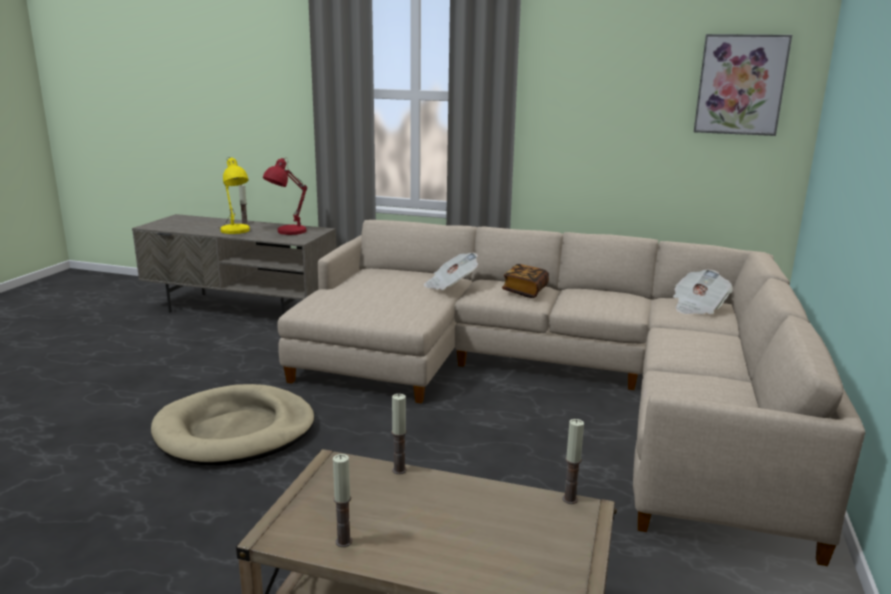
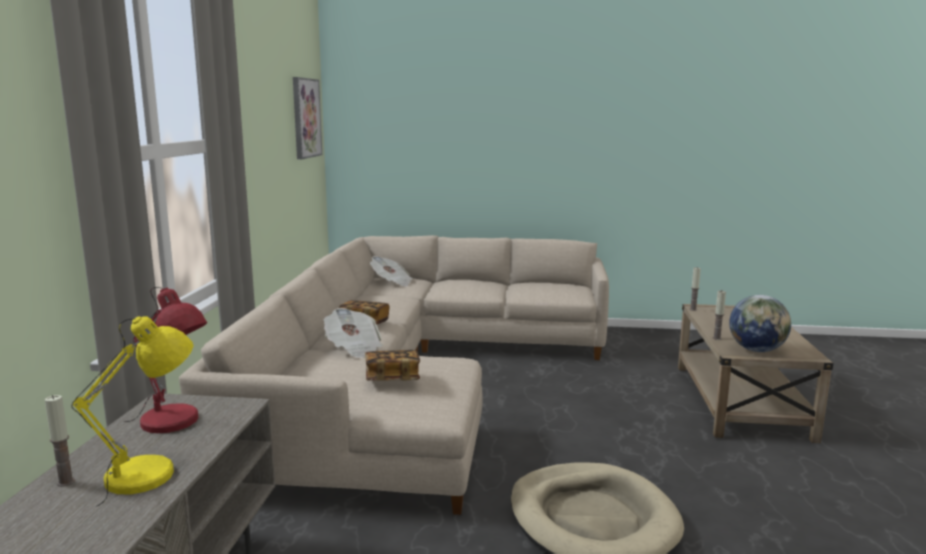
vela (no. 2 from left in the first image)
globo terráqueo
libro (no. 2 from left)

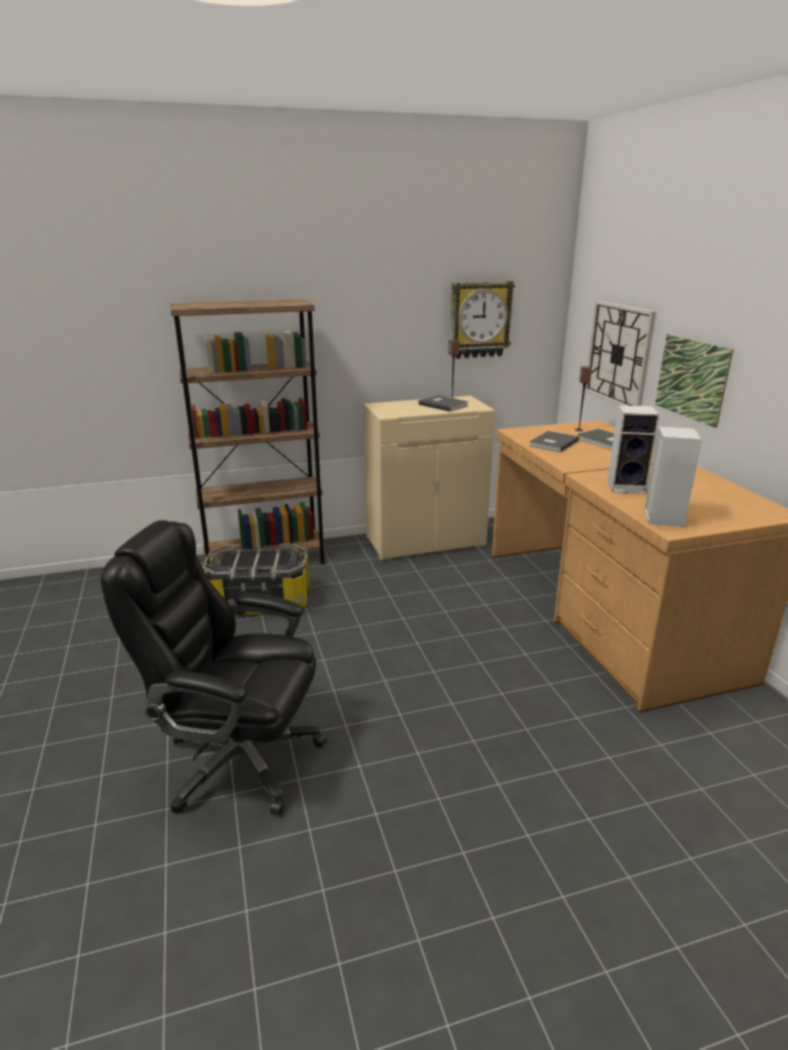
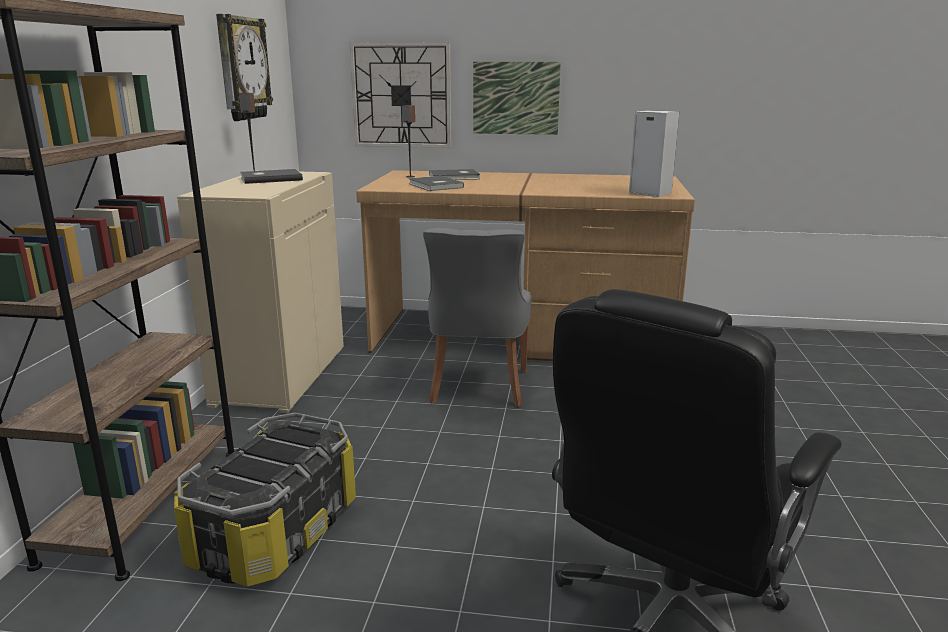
altavoz (no. 3 from left in the first image)
silla [gris]

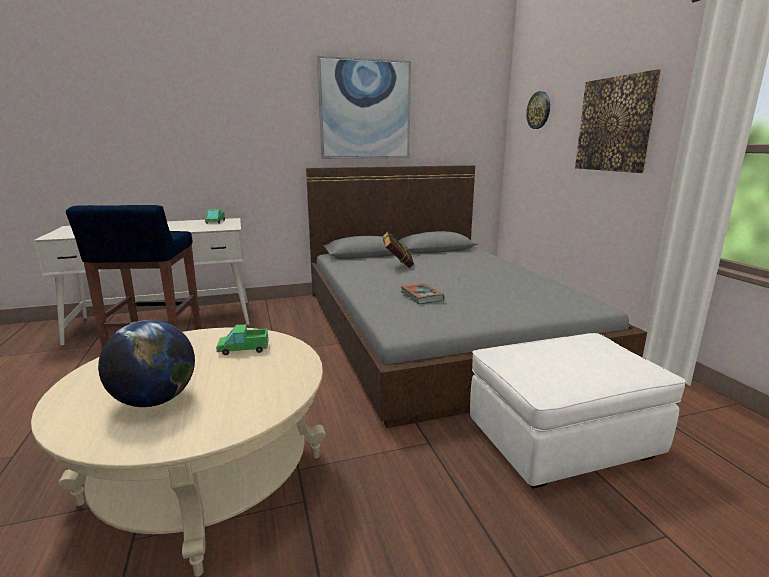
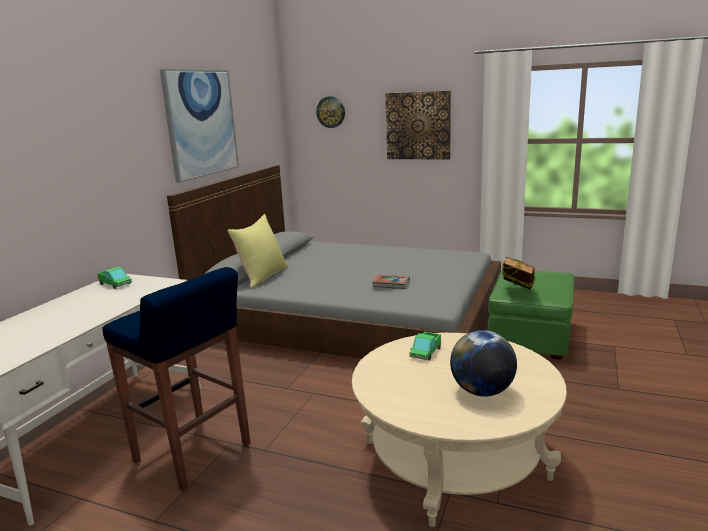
libro (no. 2 from left)
puf [verde]
cojín [amarillo]

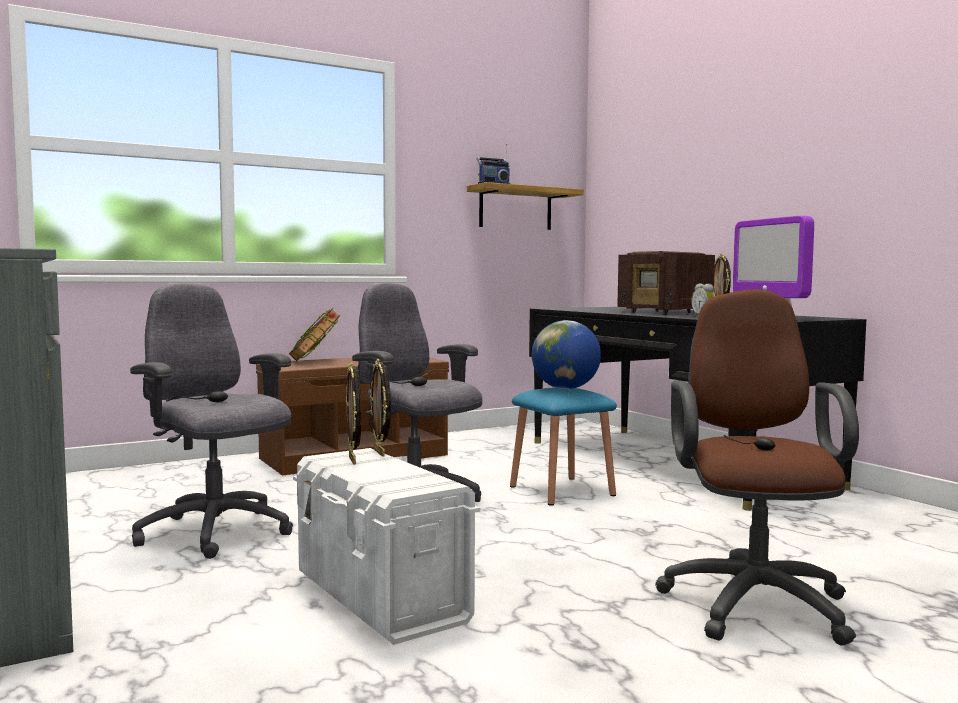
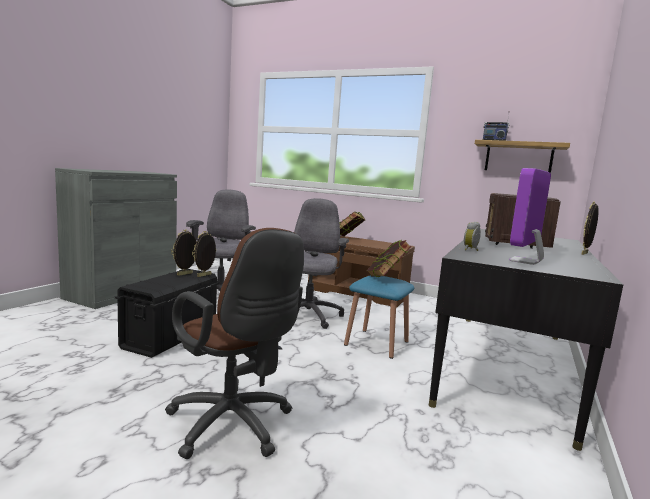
silla de oficina [marrón]
libro (no. 2 from left)
caja de almacenaje [negro]

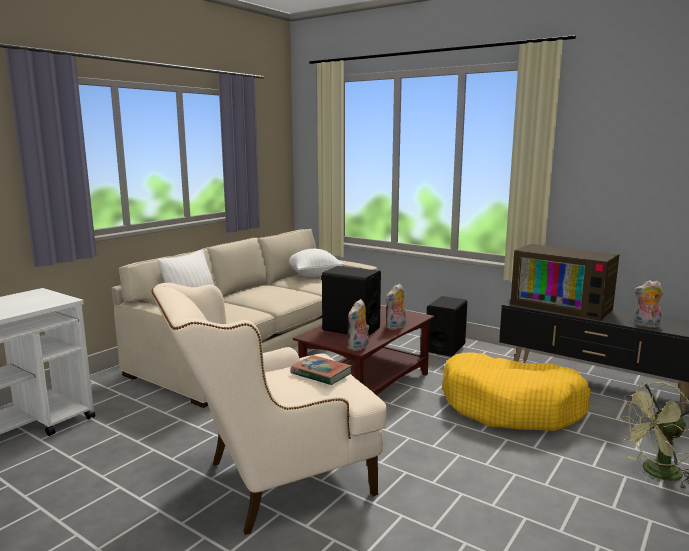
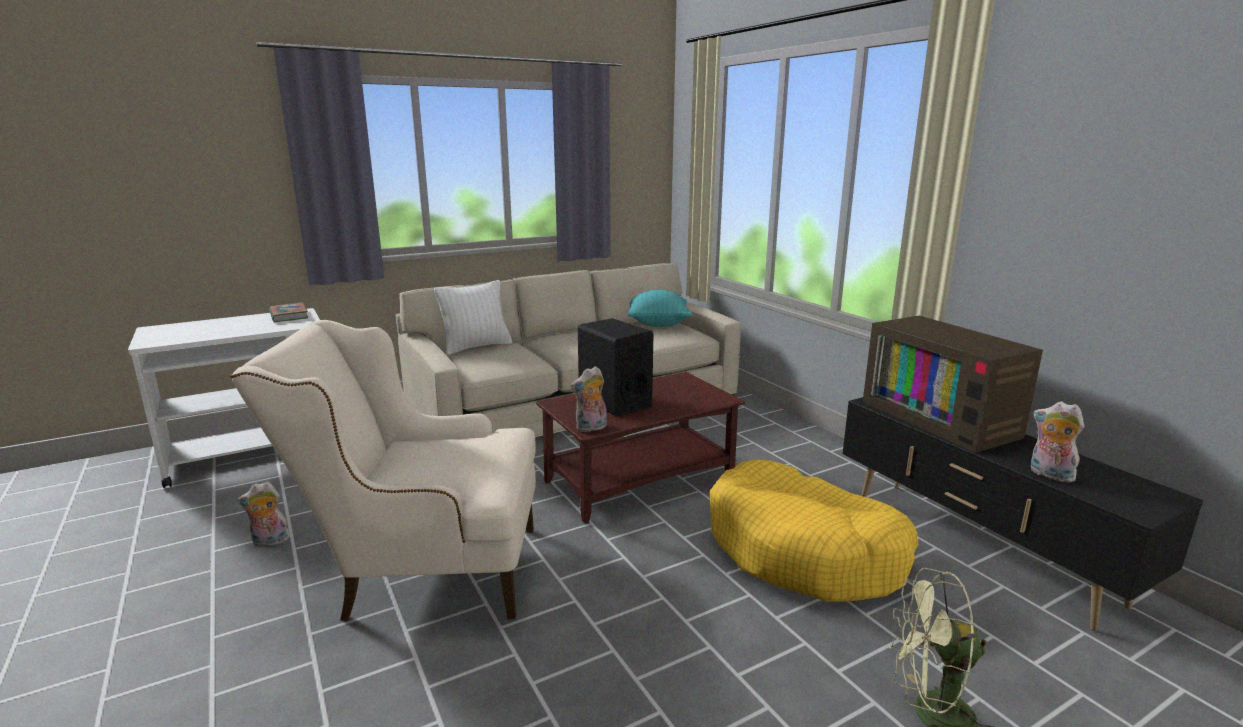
cojín [turquesa]
peluche (no. 1 from left)
altavoz [negro] (no. 2 from left in the first image)
libro

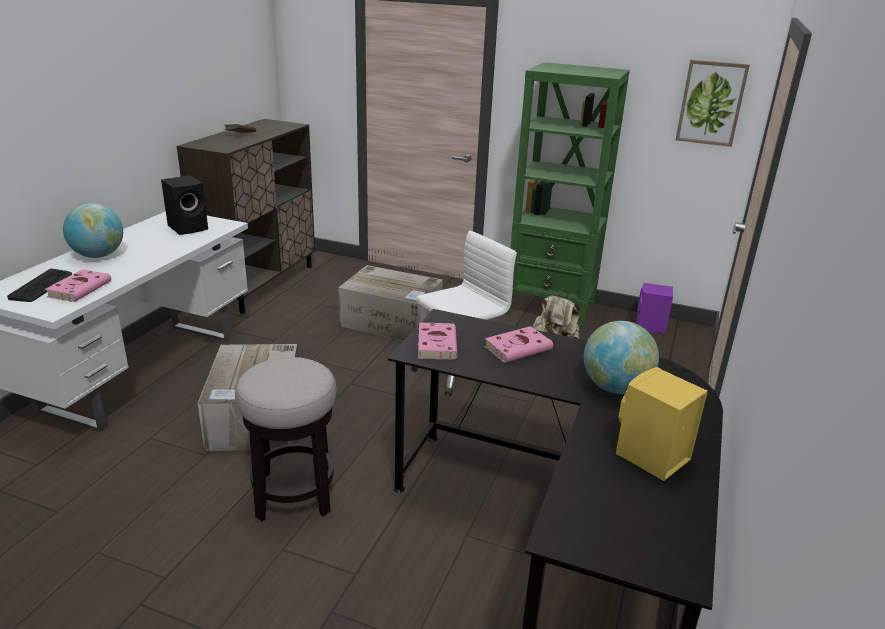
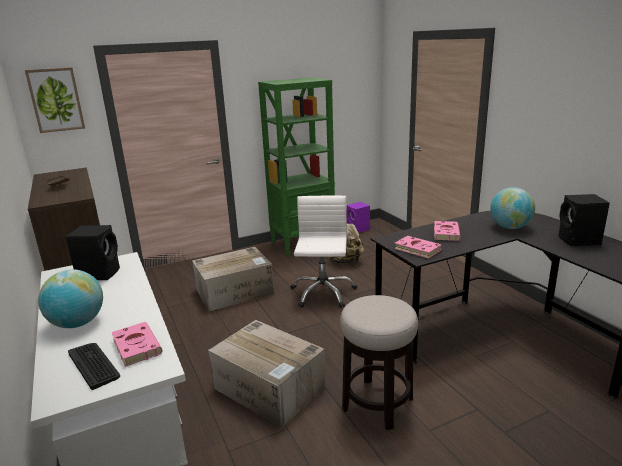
cuadro
altavoz [negro] (no. 2 from left)

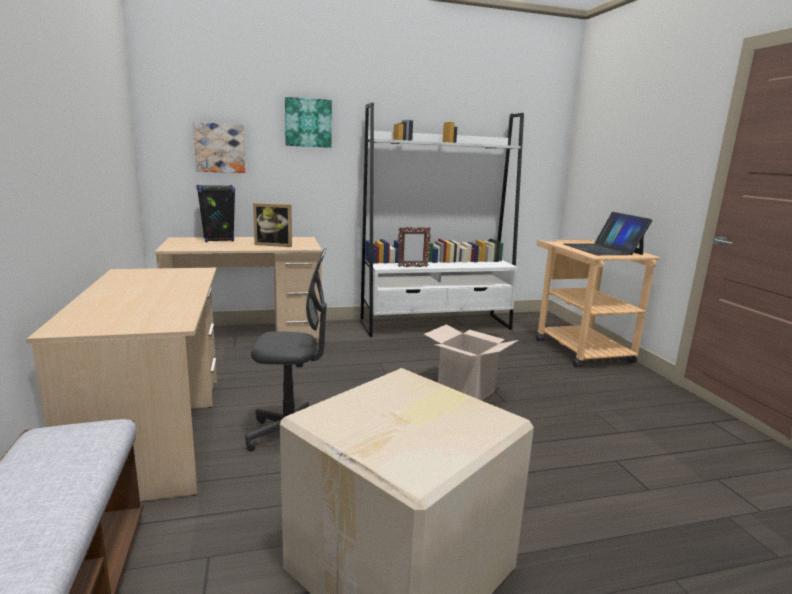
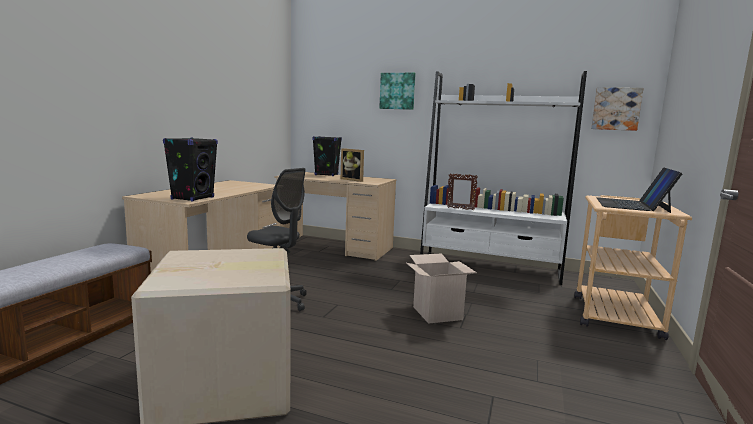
cuadro (no. 2 from left)
altavoz [negro] (no. 1 from left)

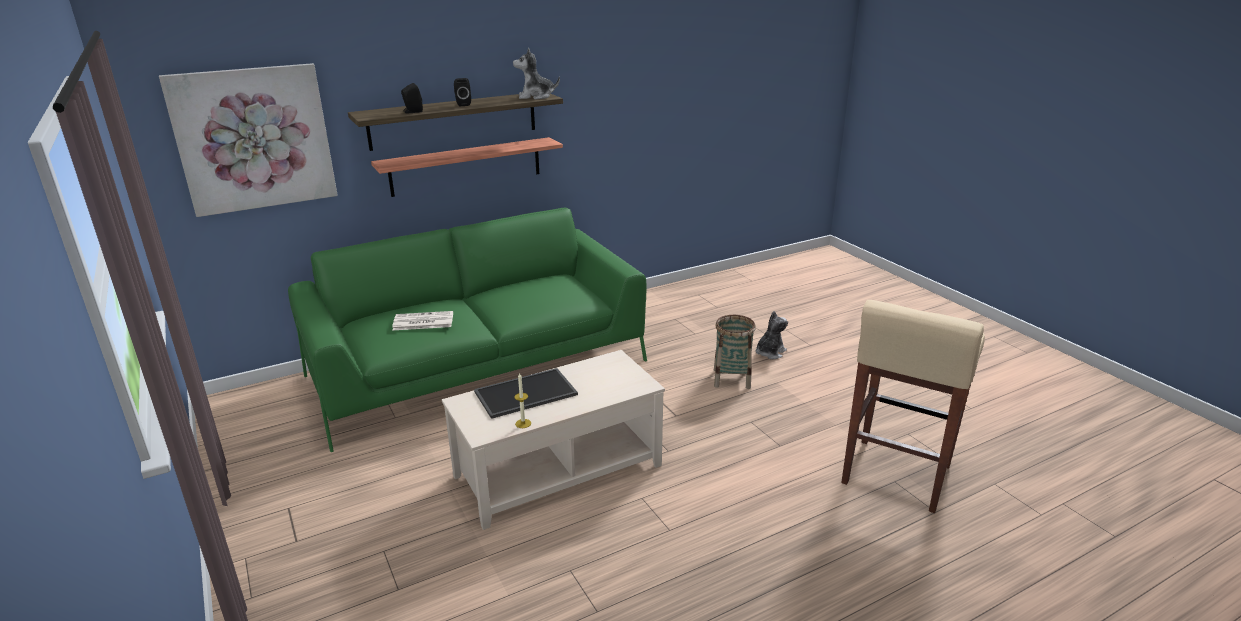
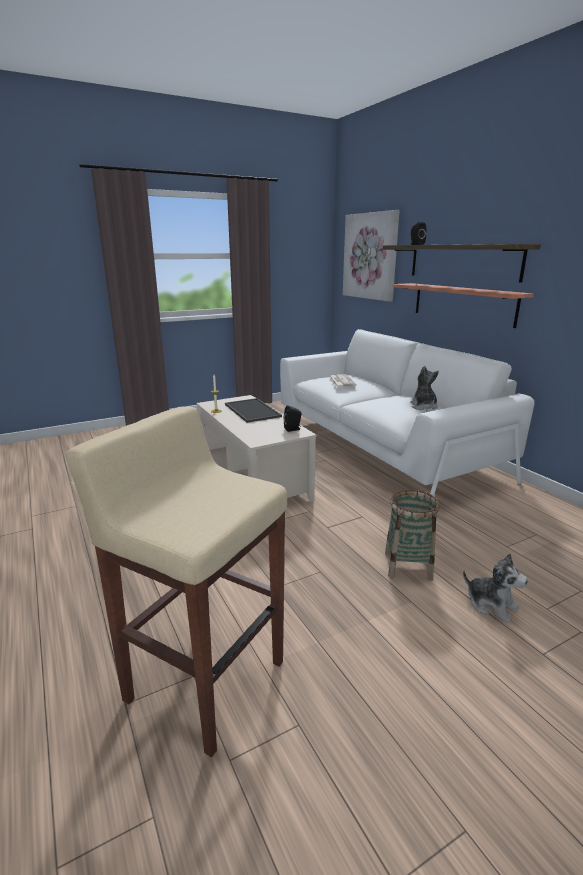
peluche (no. 1 from left)
altavoz [negro] (no. 1 from left)
sofá [blanco]

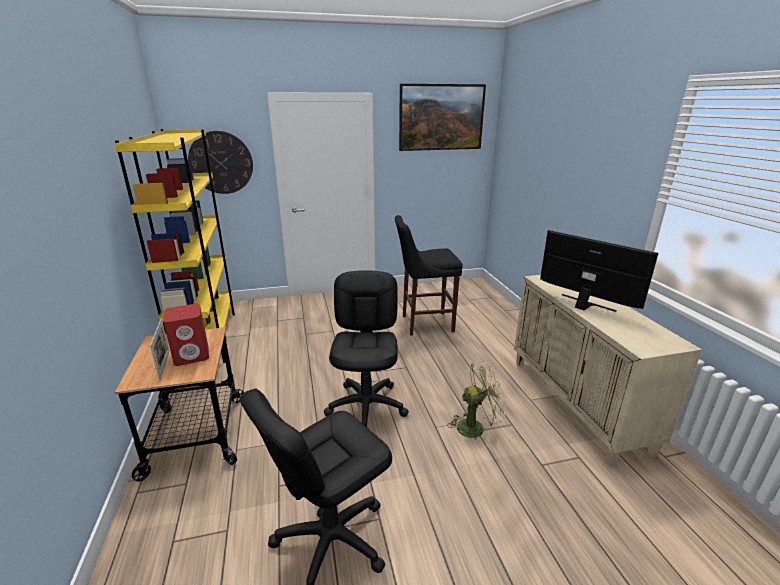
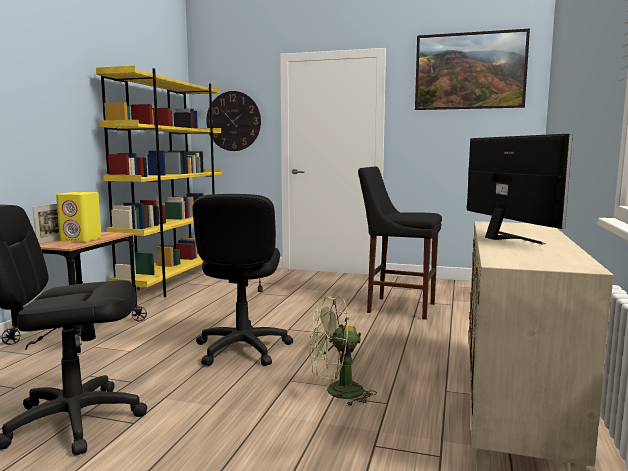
silla de oficina [negro] (no. 2 from left)
altavoz [amarillo]
ventilador [verde]

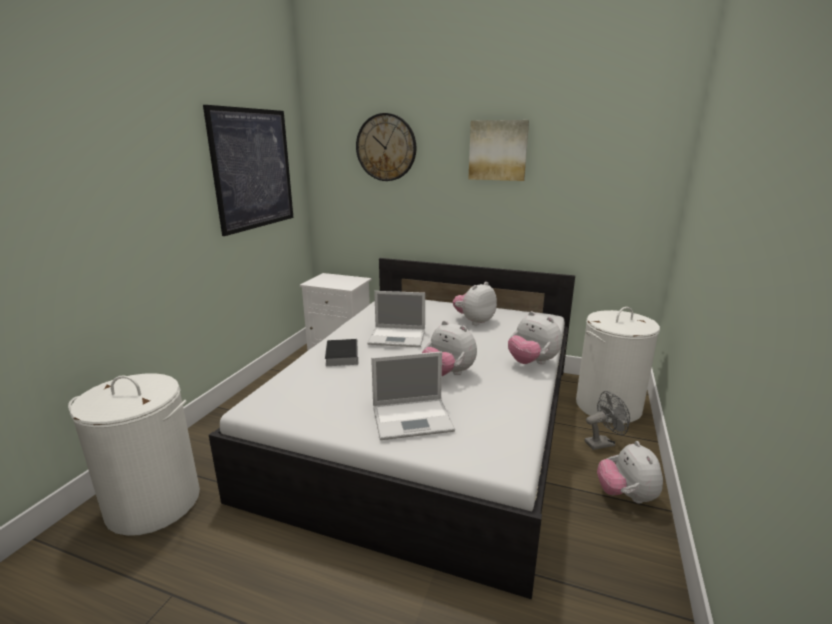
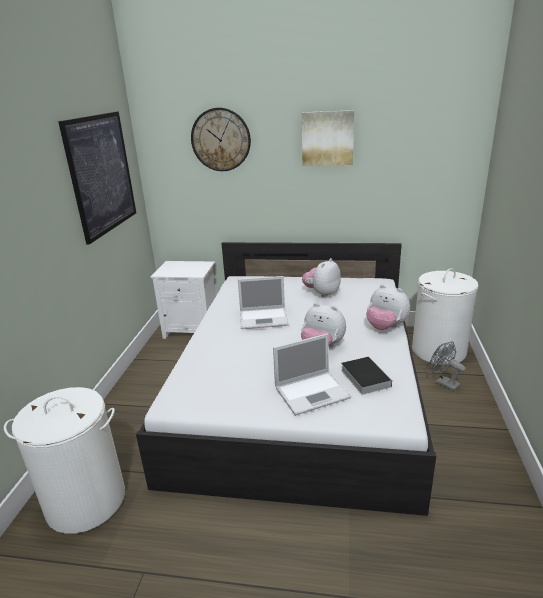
libro
ventilador [gris]
peluche (no. 4 from left in the first image)

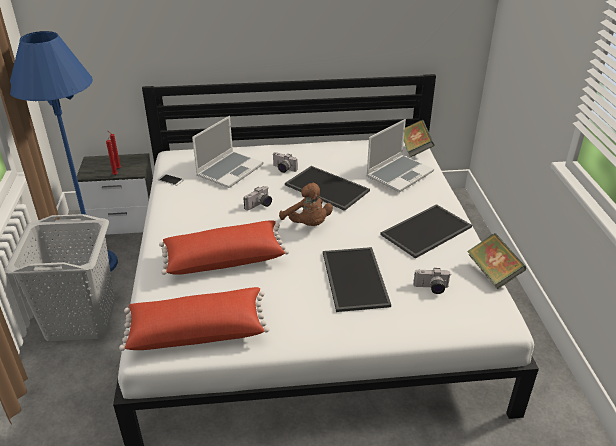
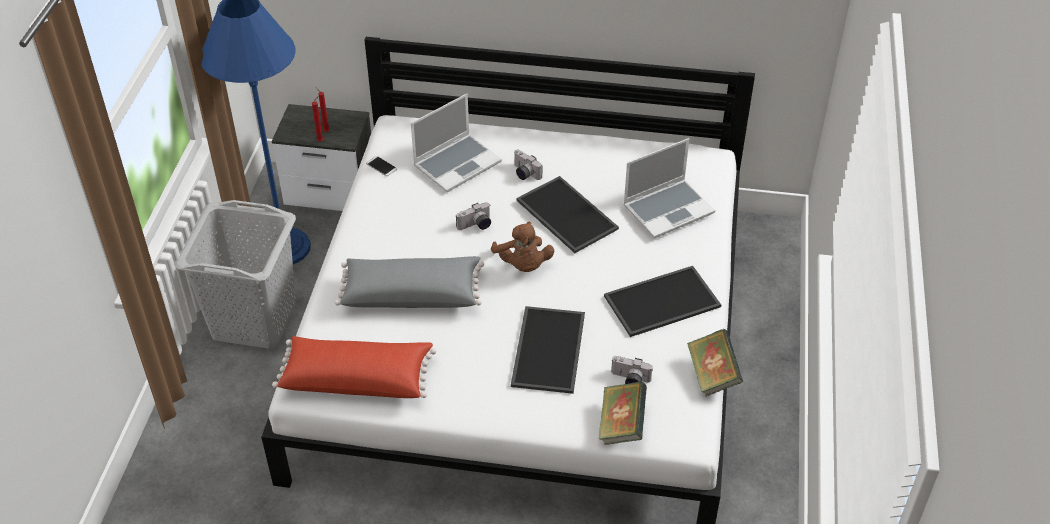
libro (no. 1 from left)
cojín [gris]

